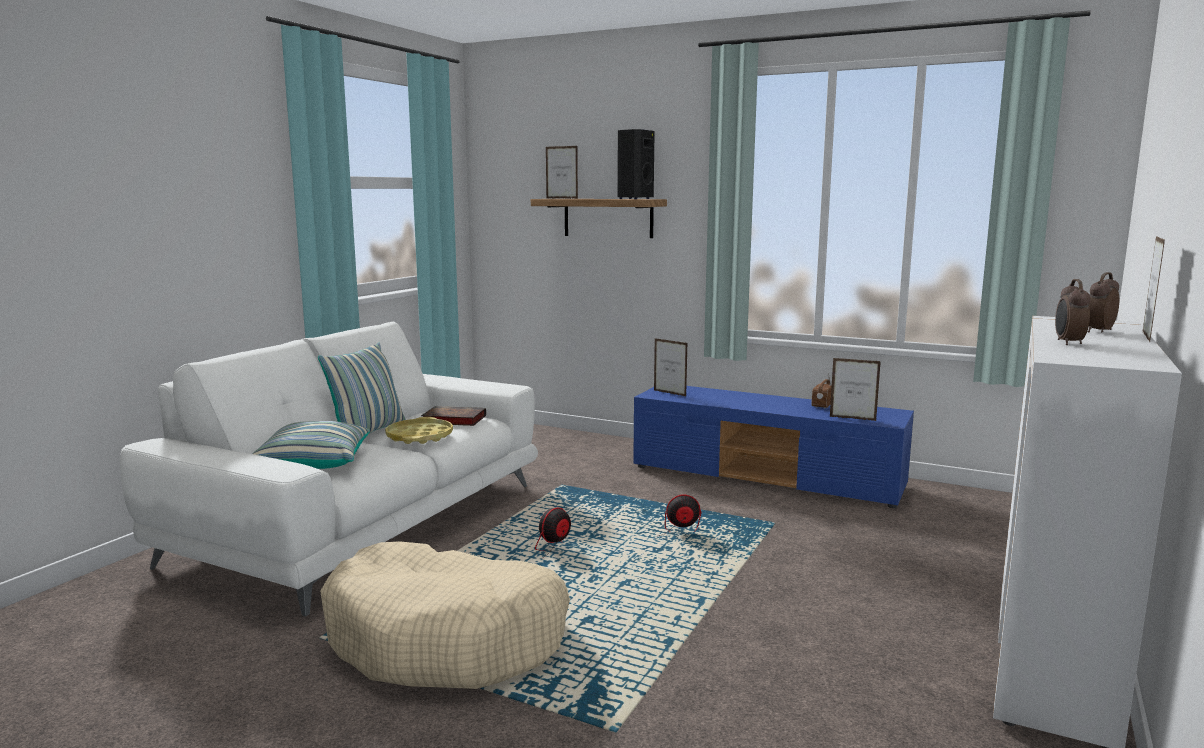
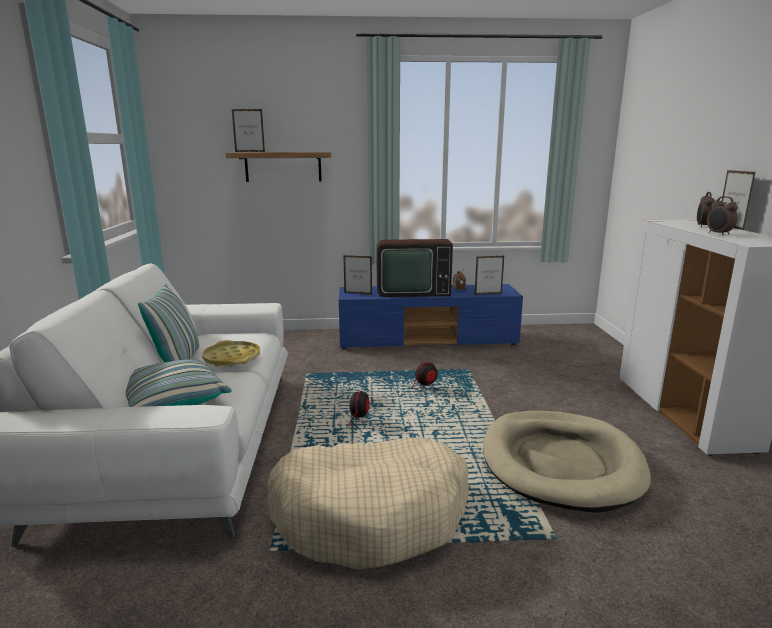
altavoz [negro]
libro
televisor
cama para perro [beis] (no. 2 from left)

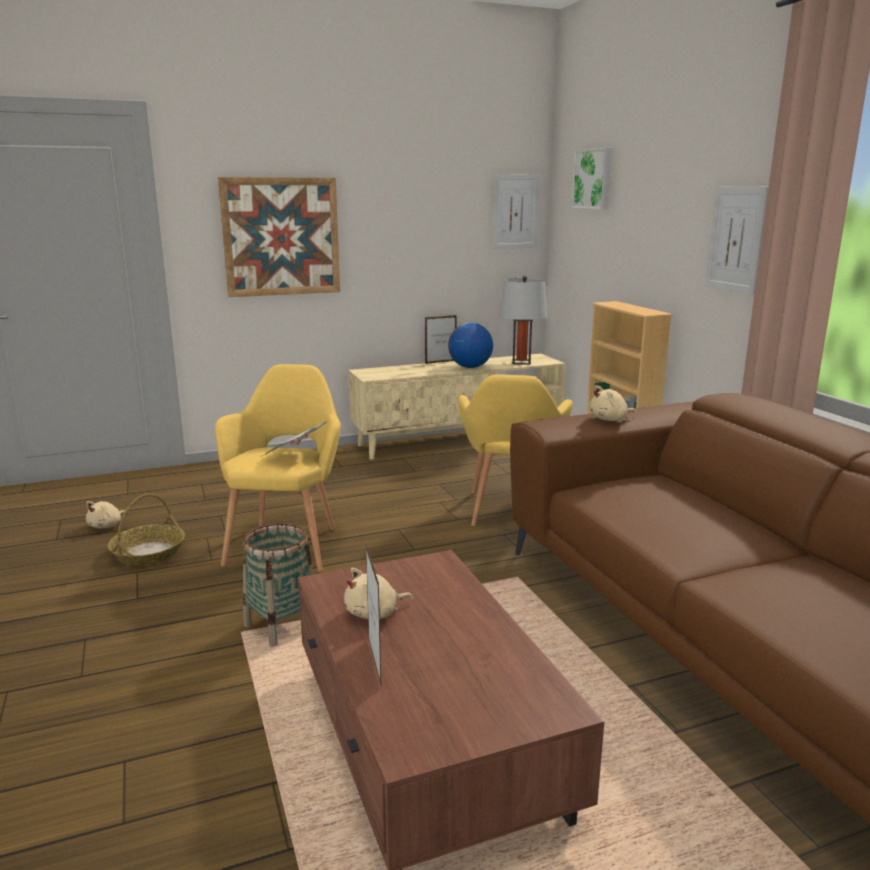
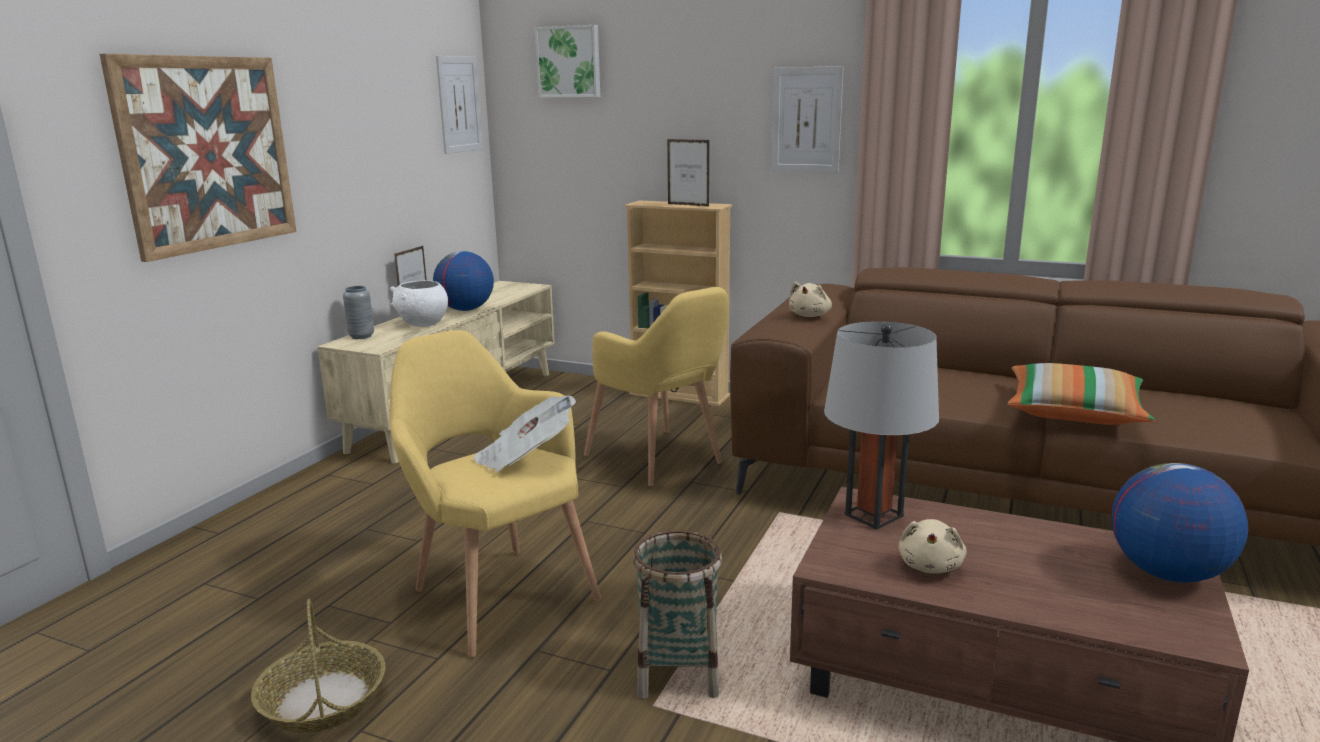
lámpara de mesa [gris]
peluche [beis] (no. 1 from left in the first image)
portarretratos (no. 2 from left)
cuenco [blanco]
florero [gris]
cojín
globo terráqueo (no. 2 from left)

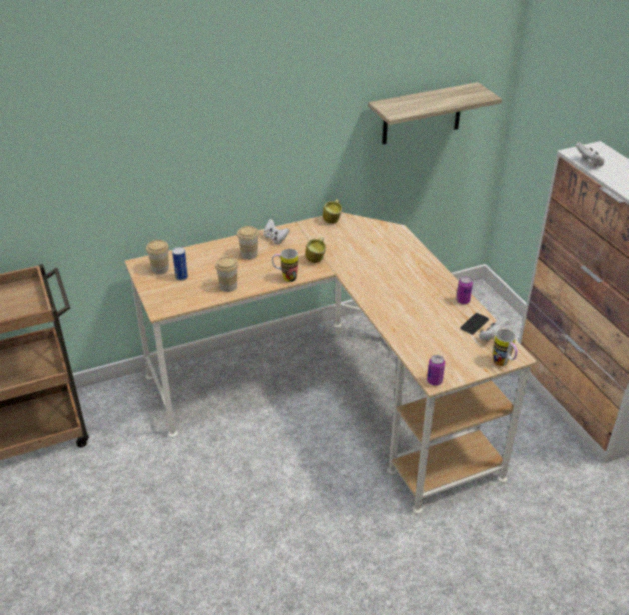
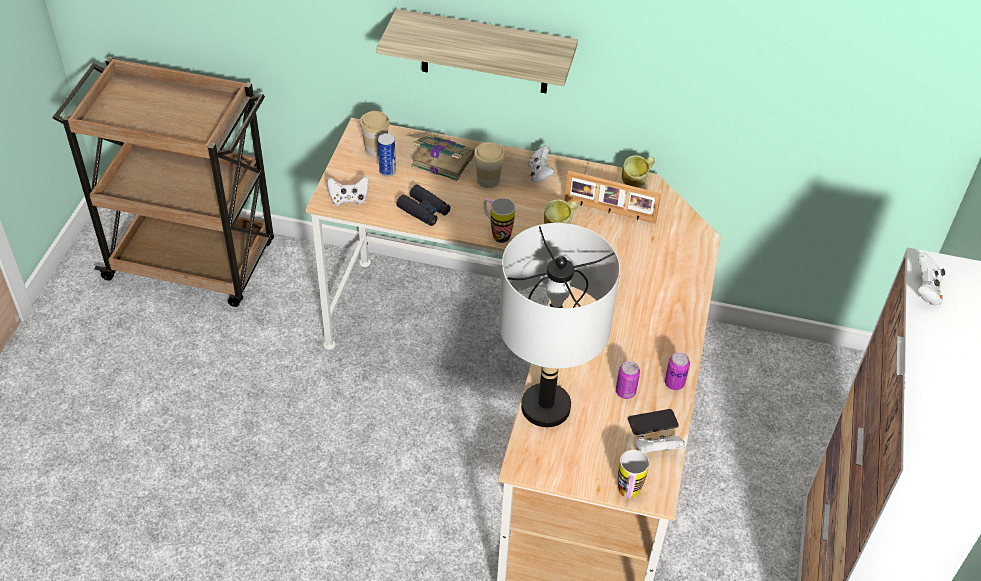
estante
prismáticos [negro]
lata (no. 2 from left)
libro
portarretratos
mando de consola [blanco] (no. 1 from left)
lámpara de mesa [gris]

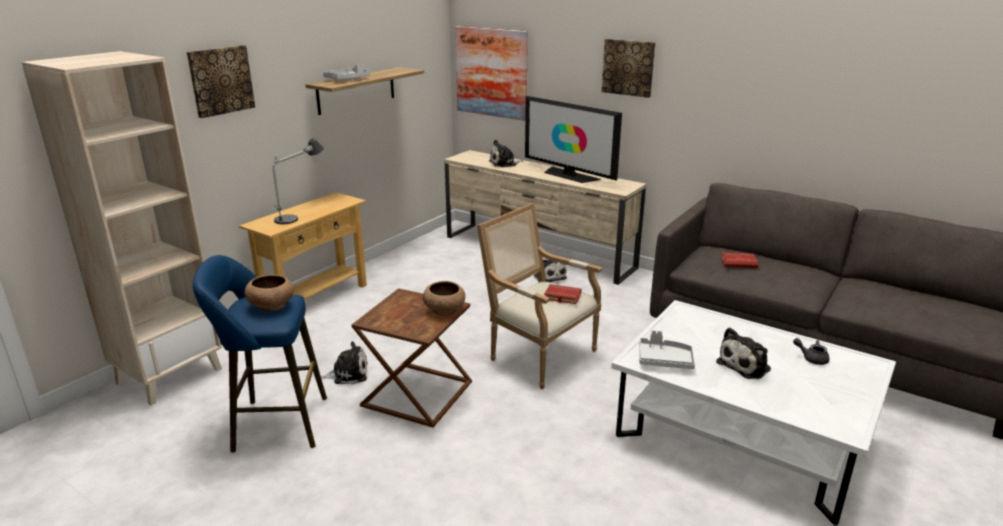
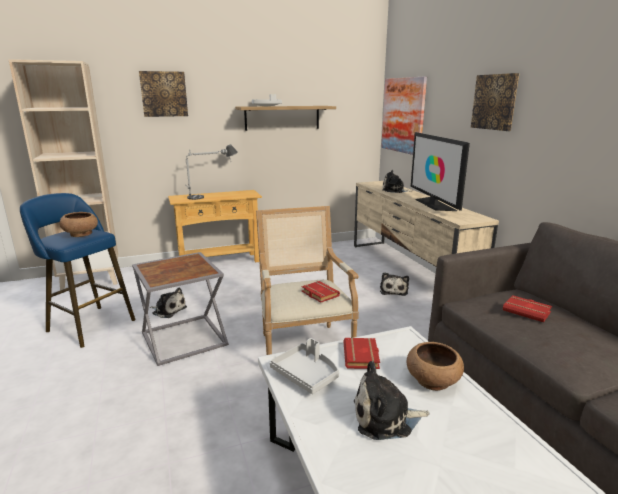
cuenco [marrón] (no. 2 from left)
mesa auxiliar [gris]
tetera [gris]
libro [rojo] (no. 2 from left)

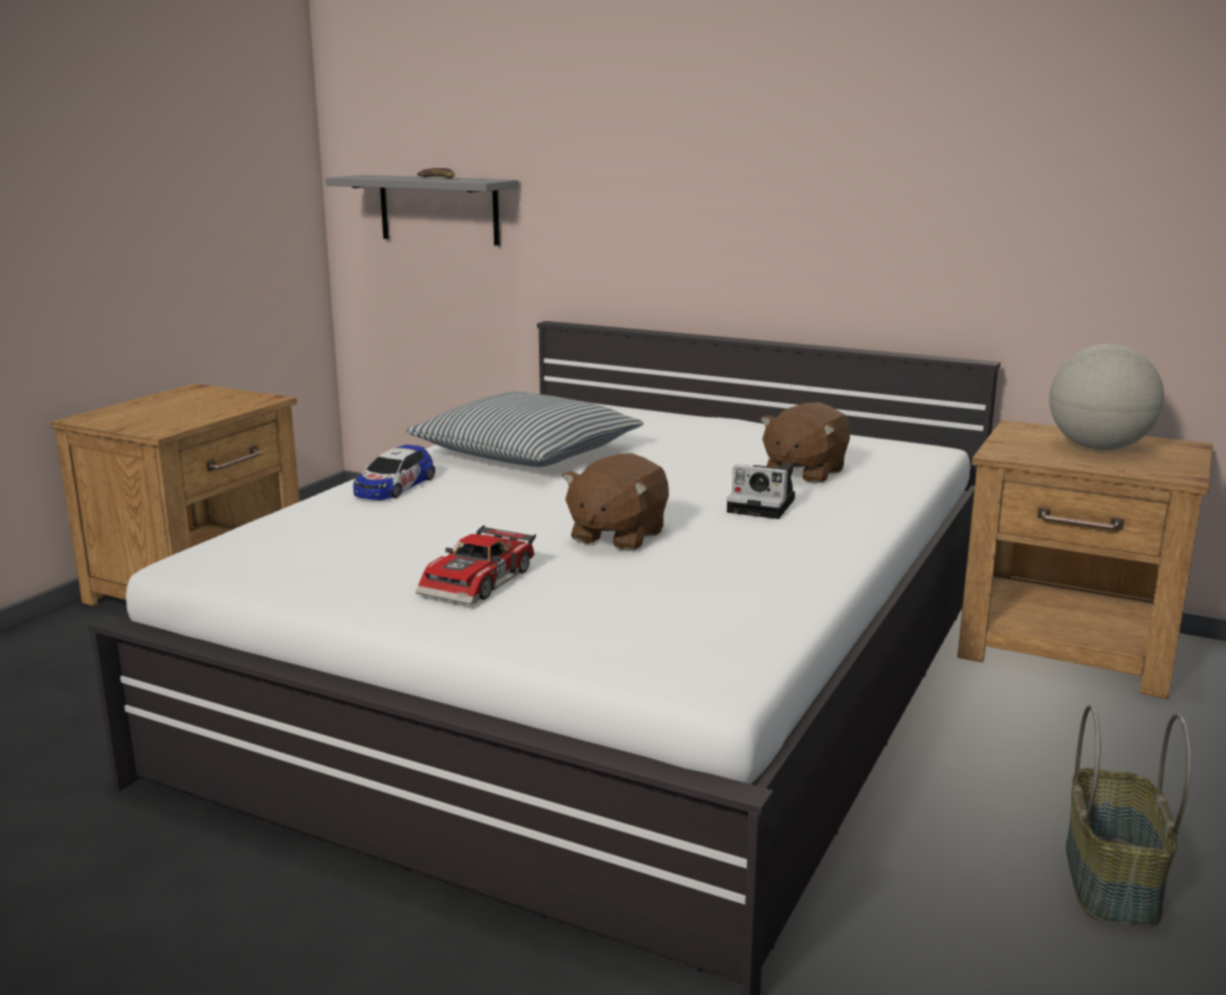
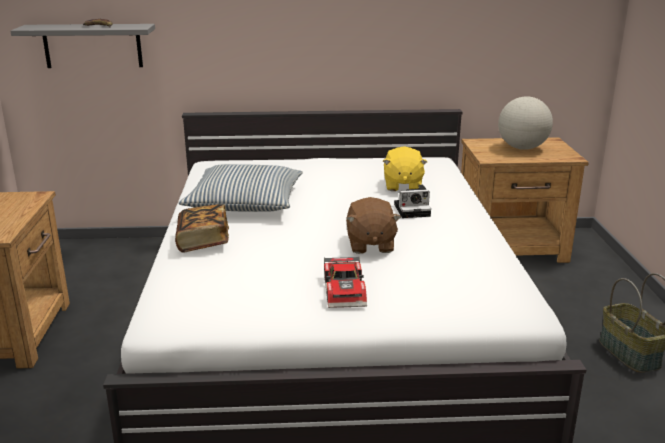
peluche [amarillo]
libro

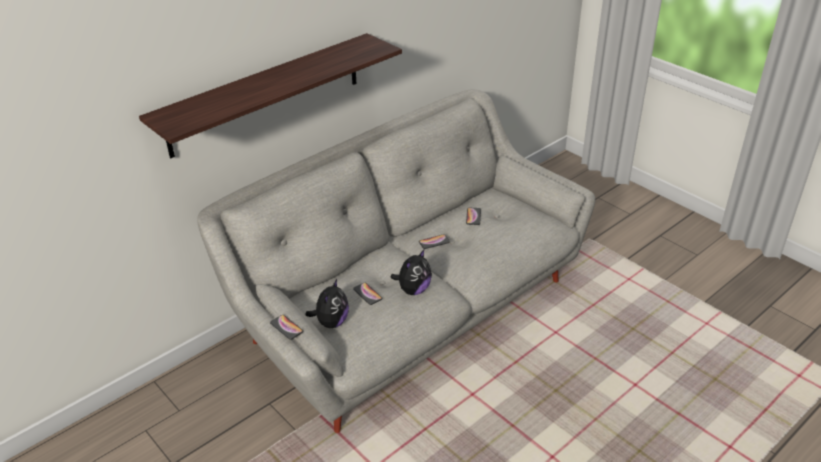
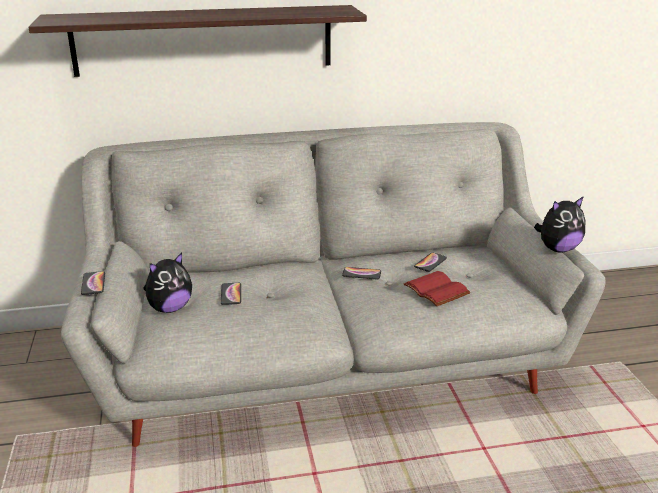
peluche (no. 2 from left)
libro [rojo]

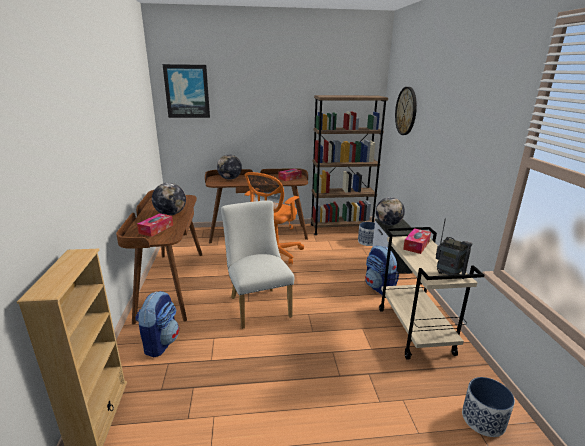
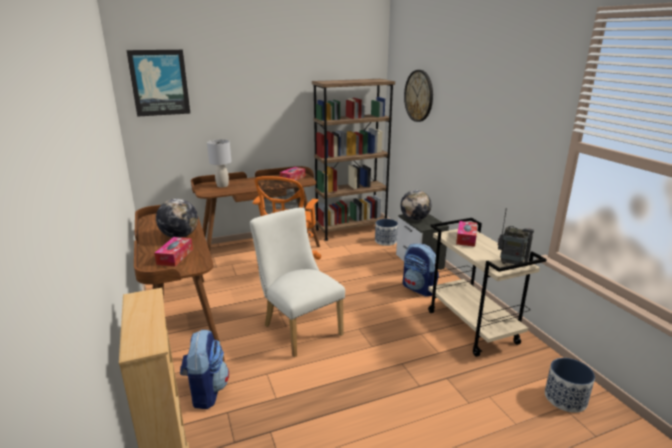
lámpara de mesa [gris]

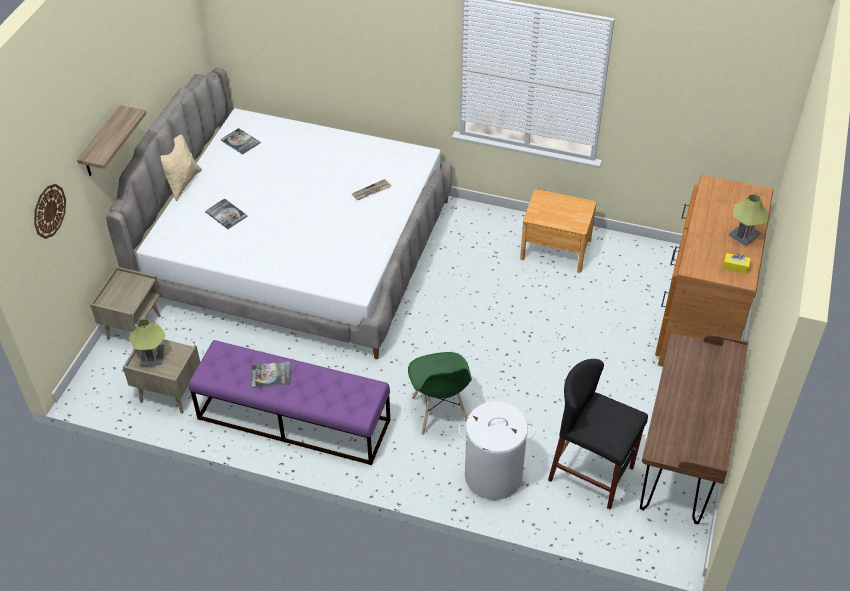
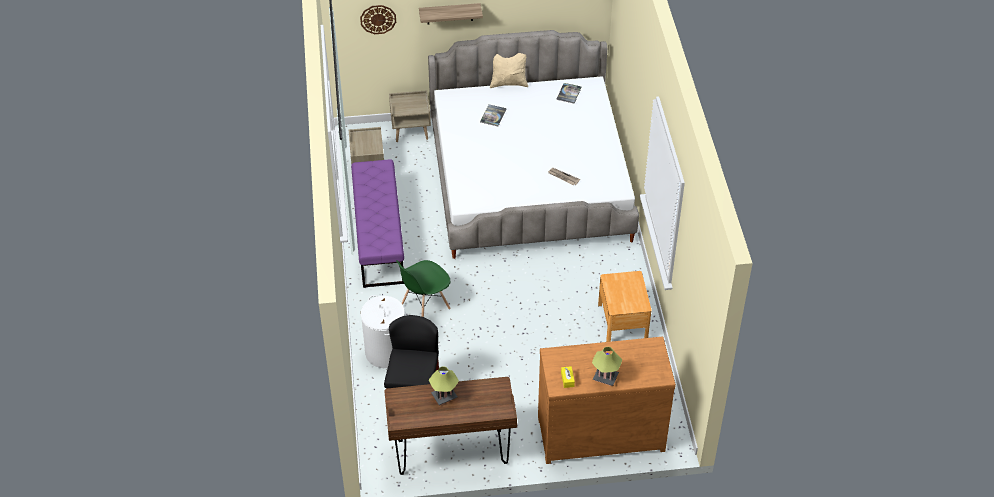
lámpara de mesa (no. 1 from left)
libro (no. 3 from left in the first image)

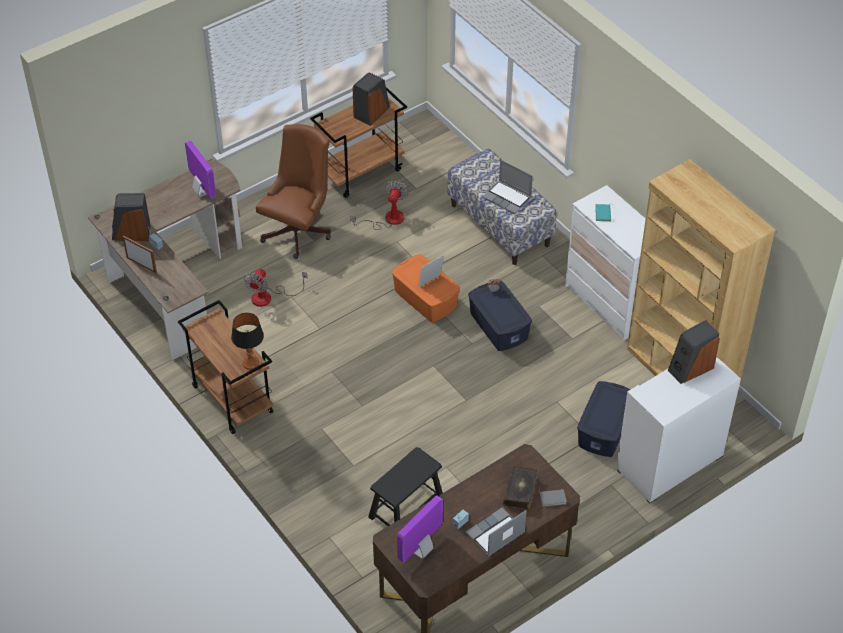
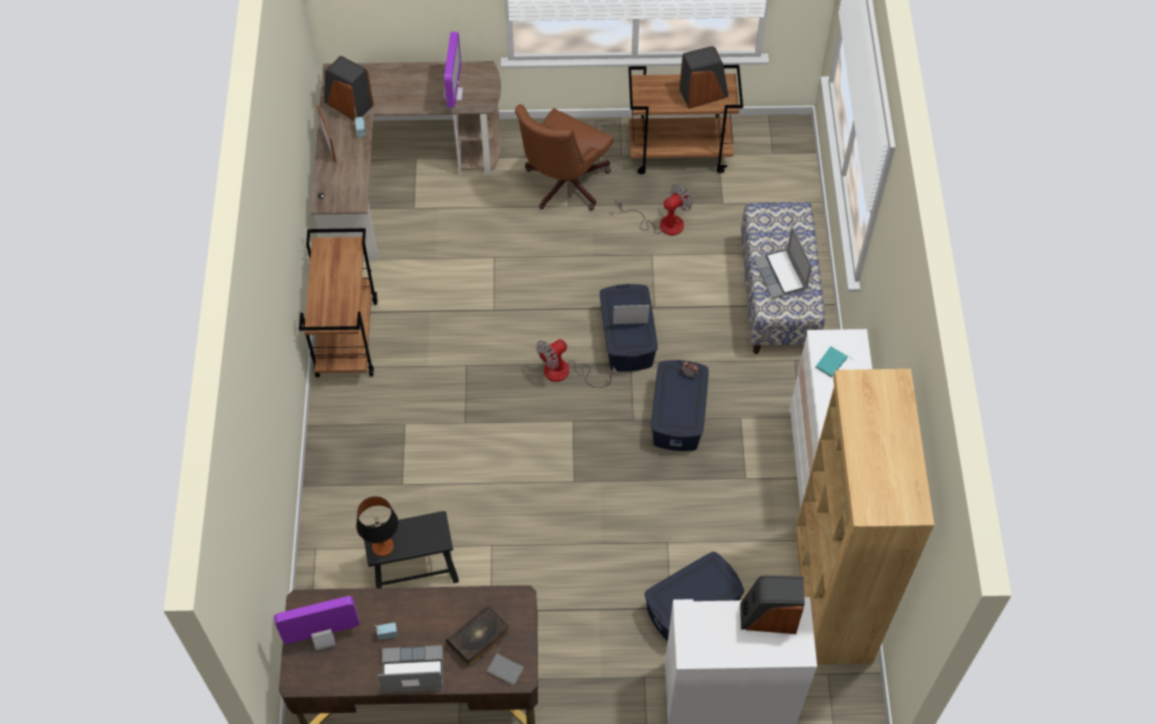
silla de oficina [marrón]
caja de almacenaje [azul] (no. 1 from left)
ventilador (no. 1 from left)
lámpara de mesa

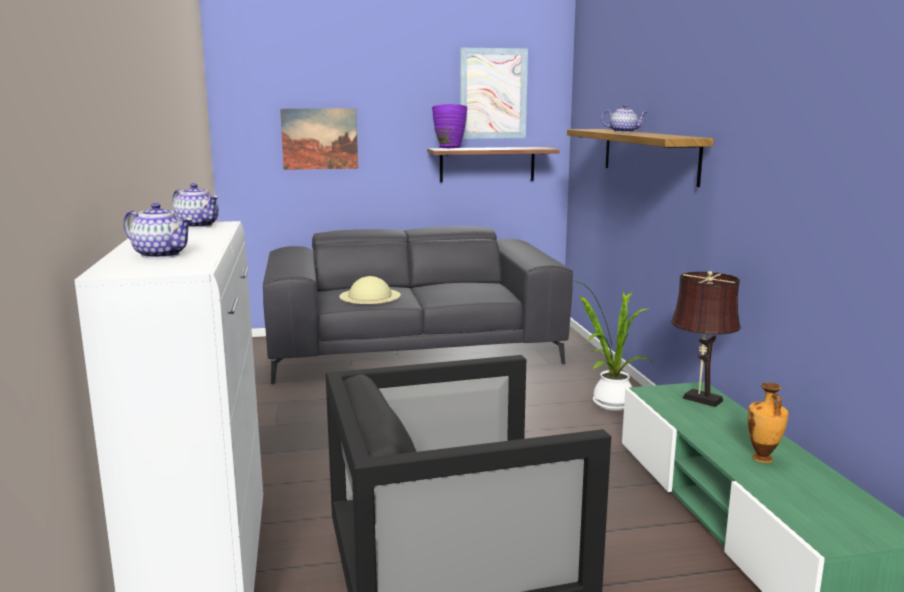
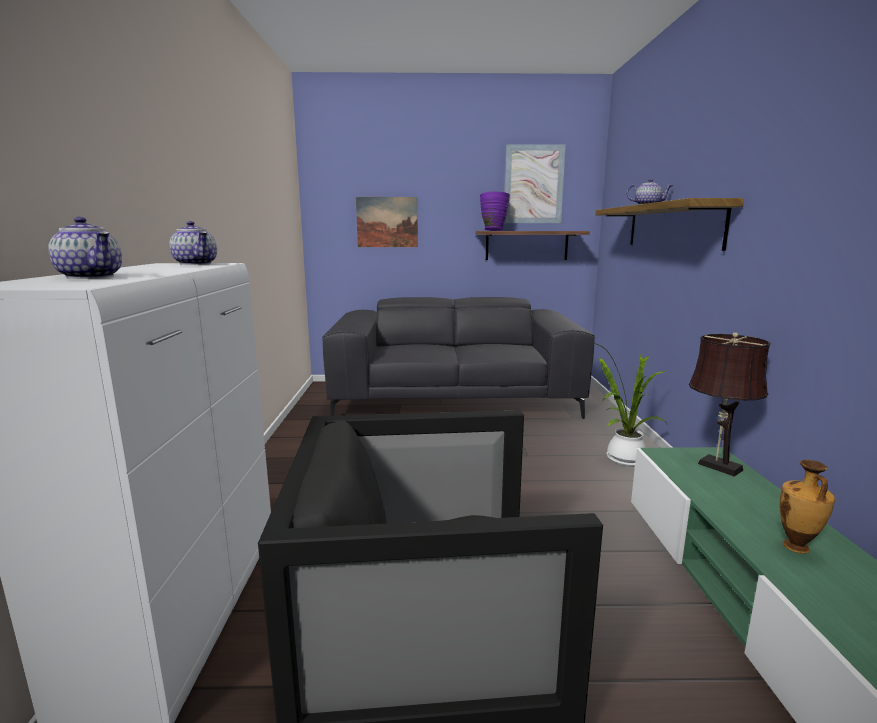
sombrero [beis]

